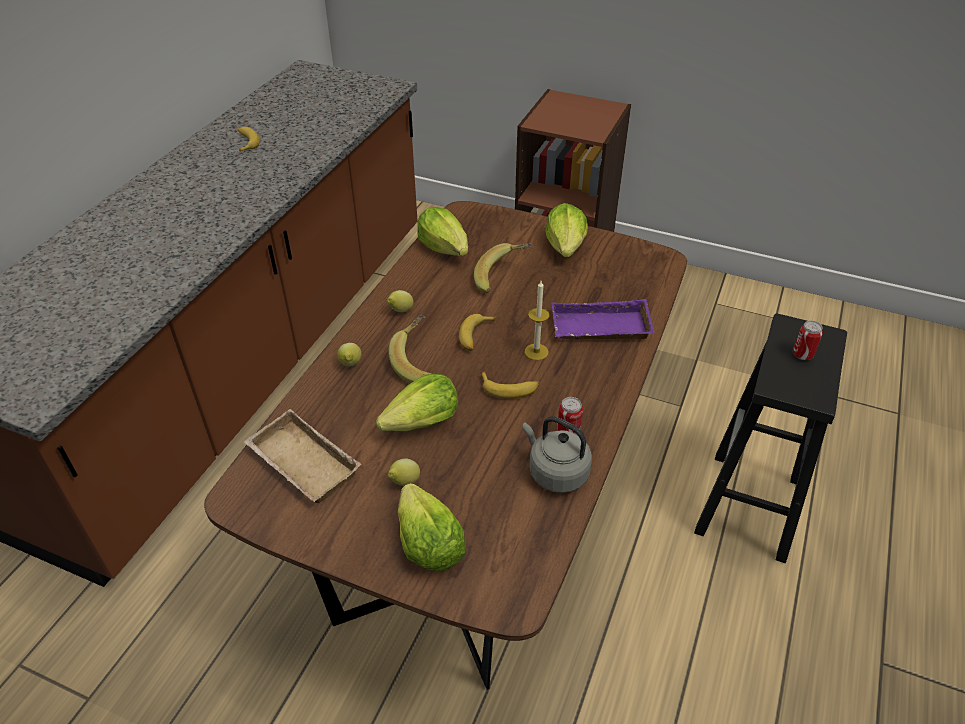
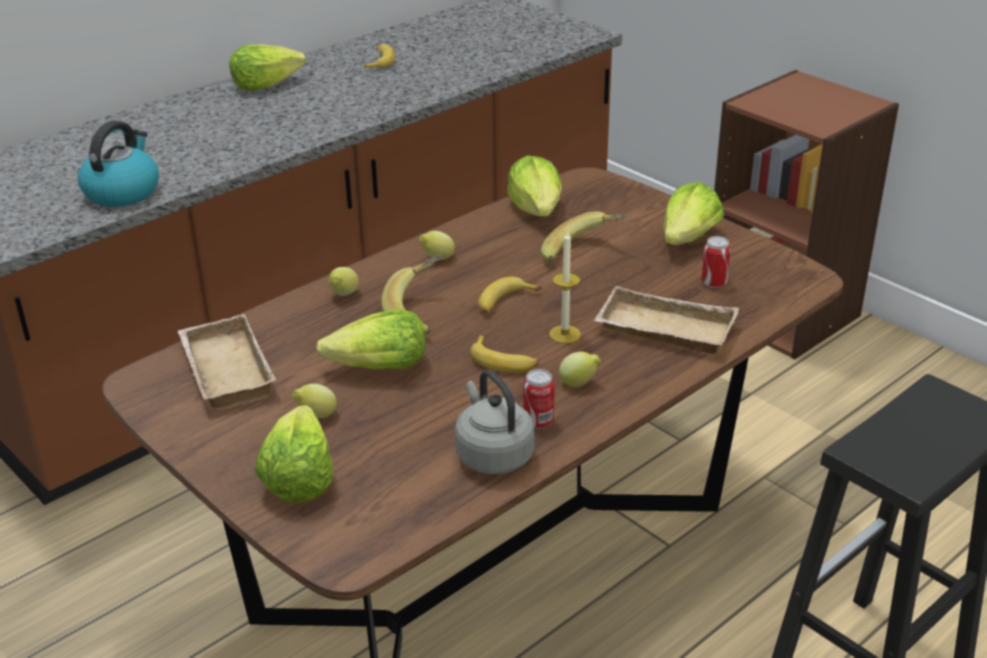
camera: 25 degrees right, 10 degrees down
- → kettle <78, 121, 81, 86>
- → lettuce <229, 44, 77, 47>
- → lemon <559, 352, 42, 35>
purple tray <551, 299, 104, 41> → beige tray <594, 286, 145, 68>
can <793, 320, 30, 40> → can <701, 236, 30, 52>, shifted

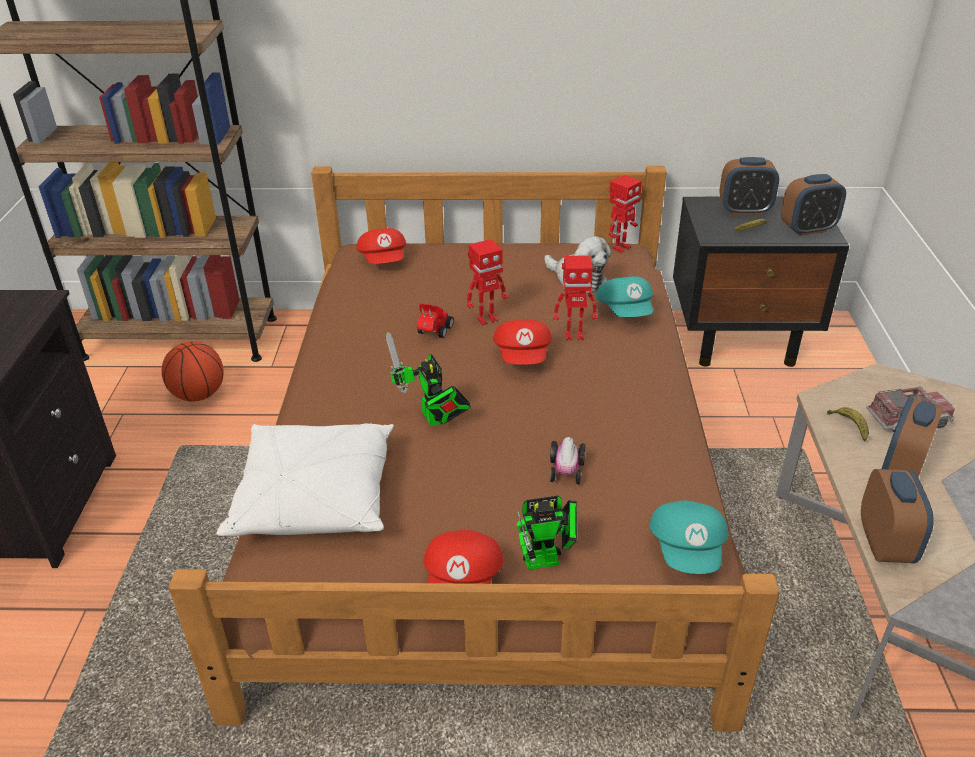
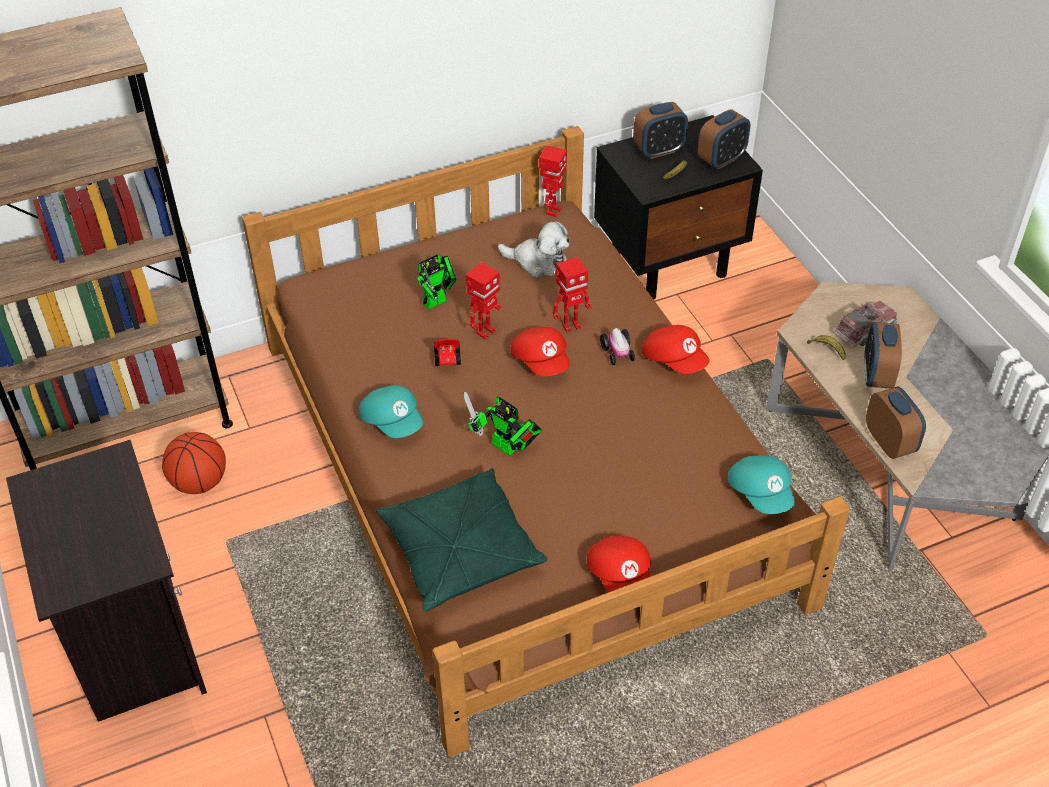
camera: 25 degrees left, 10 degrees up
turquoise cap <596, 276, 57, 41> → turquoise cap <359, 385, 64, 53>, shifted
white pillow <217, 423, 177, 113> → green pillow <376, 468, 172, 143>
toy robot <517, 496, 60, 74> → toy robot <417, 254, 39, 55>, shifted
toy car <550, 437, 36, 48> → toy car <600, 328, 35, 37>, shifted
red cap <356, 228, 50, 36> → red cap <642, 325, 67, 49>, shifted

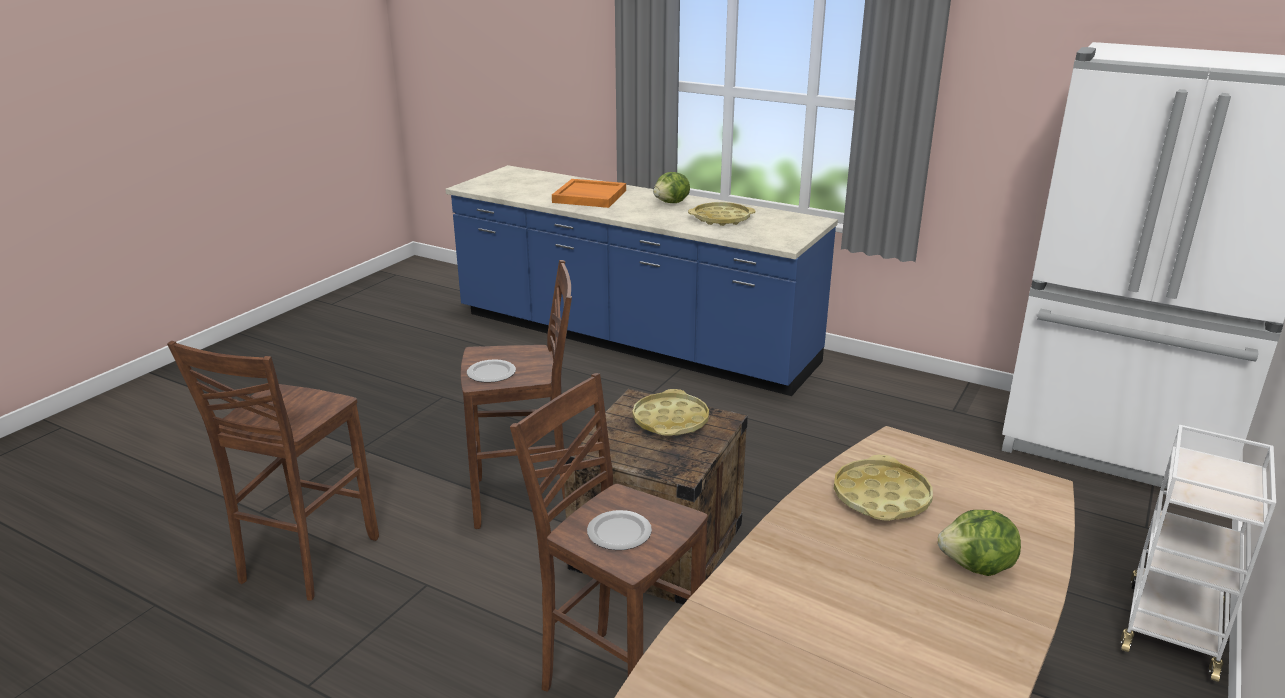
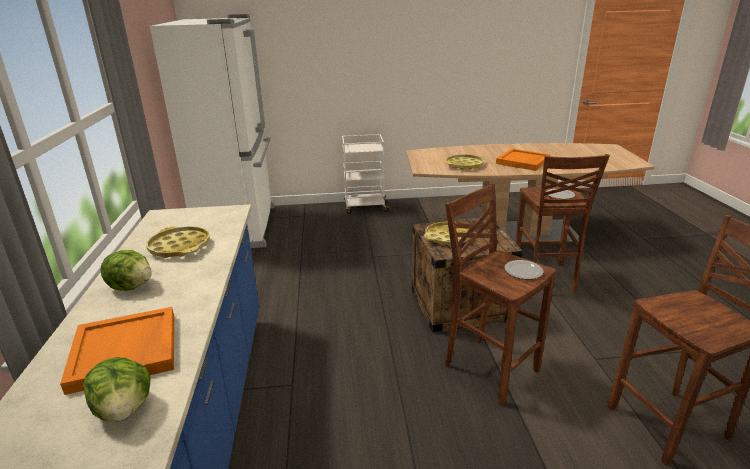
camera: 125 degrees left, 0 degrees up
lettuce <938, 510, 83, 66> → lettuce <83, 357, 68, 65>, shifted
- → orange tray <496, 149, 54, 22>

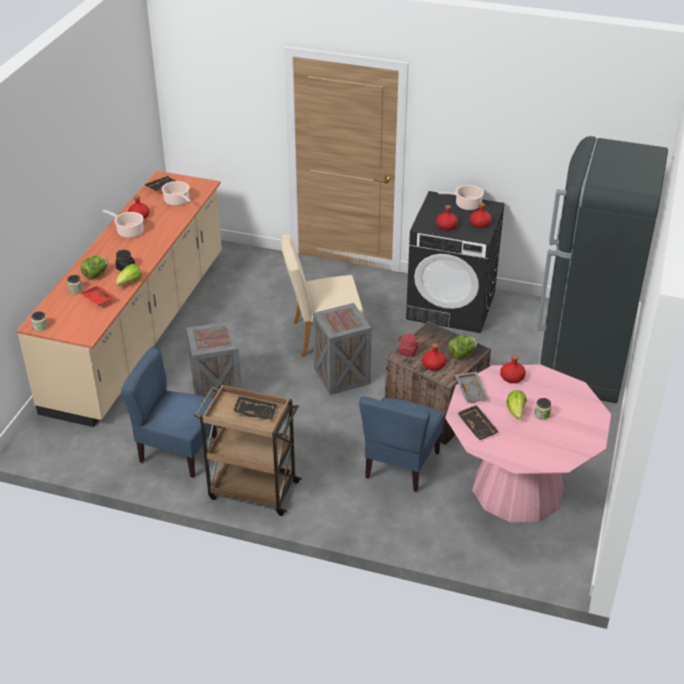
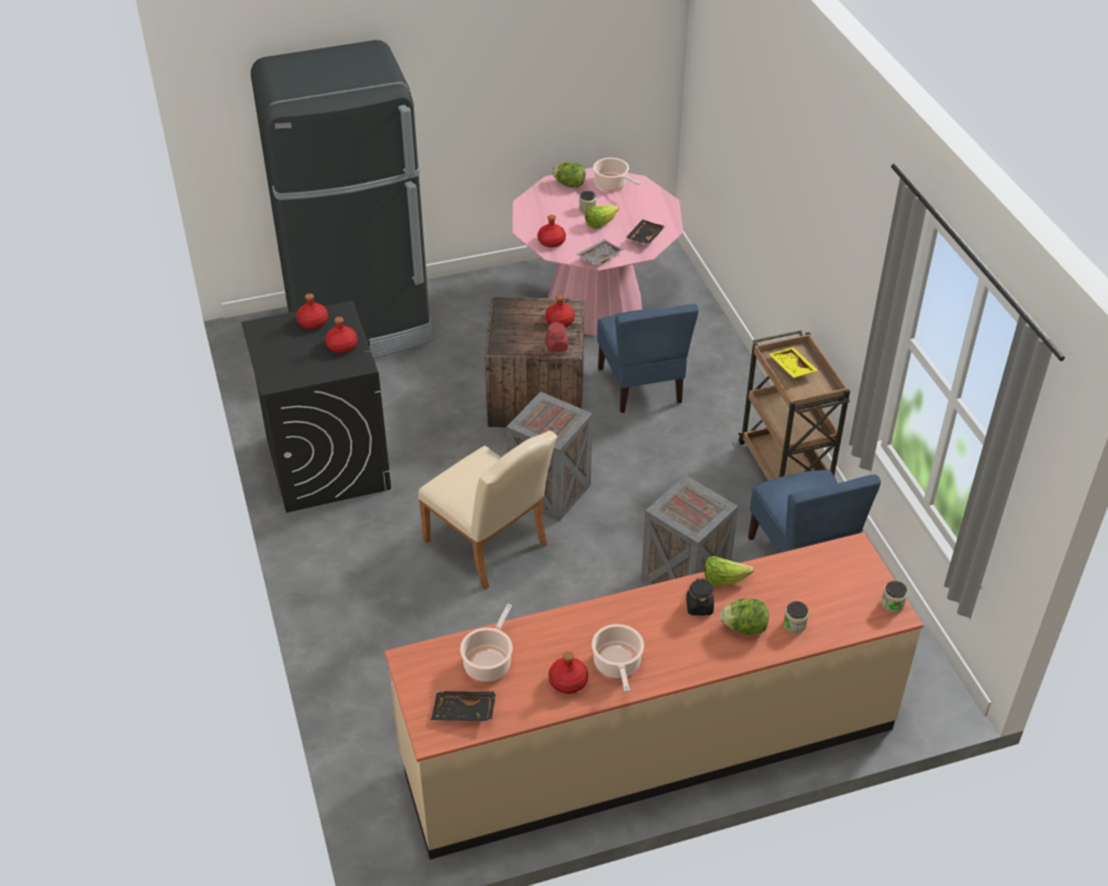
camera: 125 degrees left, 5 degrees up
lettuce <448, 335, 29, 23> → lettuce <552, 162, 34, 26>, shifted
cooking pot <438, 185, 46, 25> → cooking pot <593, 158, 47, 33>, shifted
blue chair <359, 396, 85, 96> → blue chair <597, 304, 102, 109>, 90 degrees clockwise
black tray <233, 396, 44, 24> → yellow tray <770, 347, 48, 31>
red tray <80, 285, 35, 20> → -

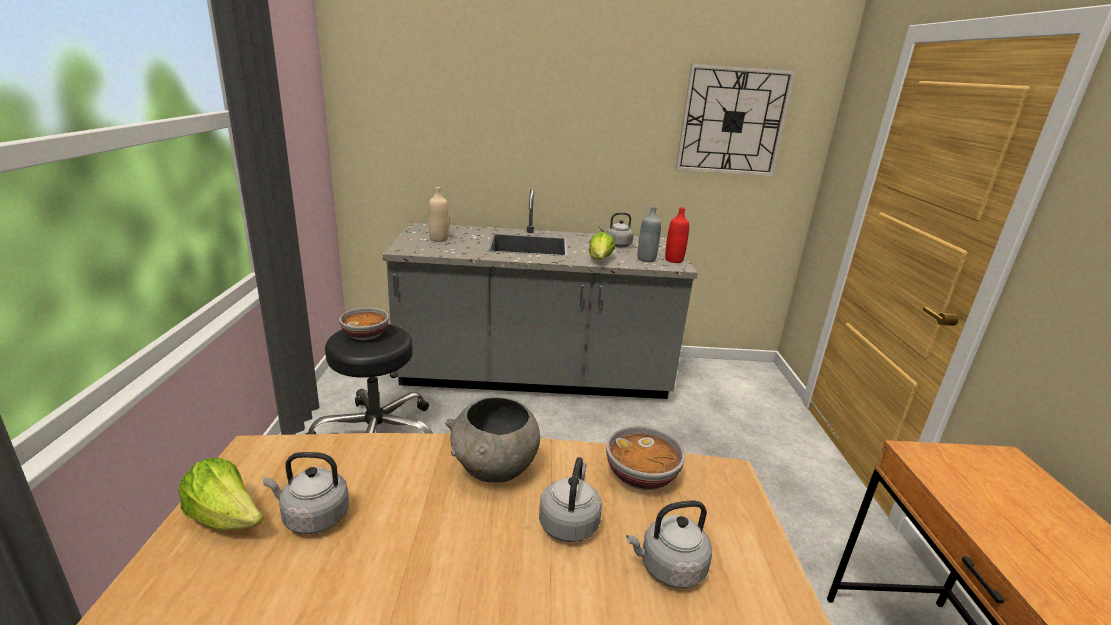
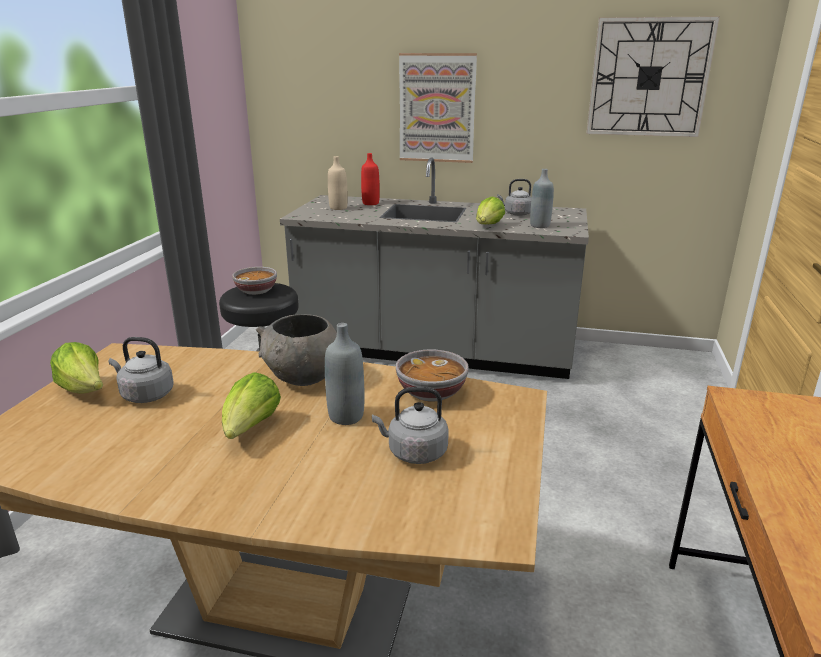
camera: 15 degrees right, 0 degrees up
- → lettuce <222, 372, 59, 67>
grey kettle <539, 457, 63, 85> → grey bottle <325, 323, 39, 102>
red bottle <665, 207, 24, 56> → red bottle <361, 153, 19, 52>, shifted
- → picture <399, 53, 78, 110>

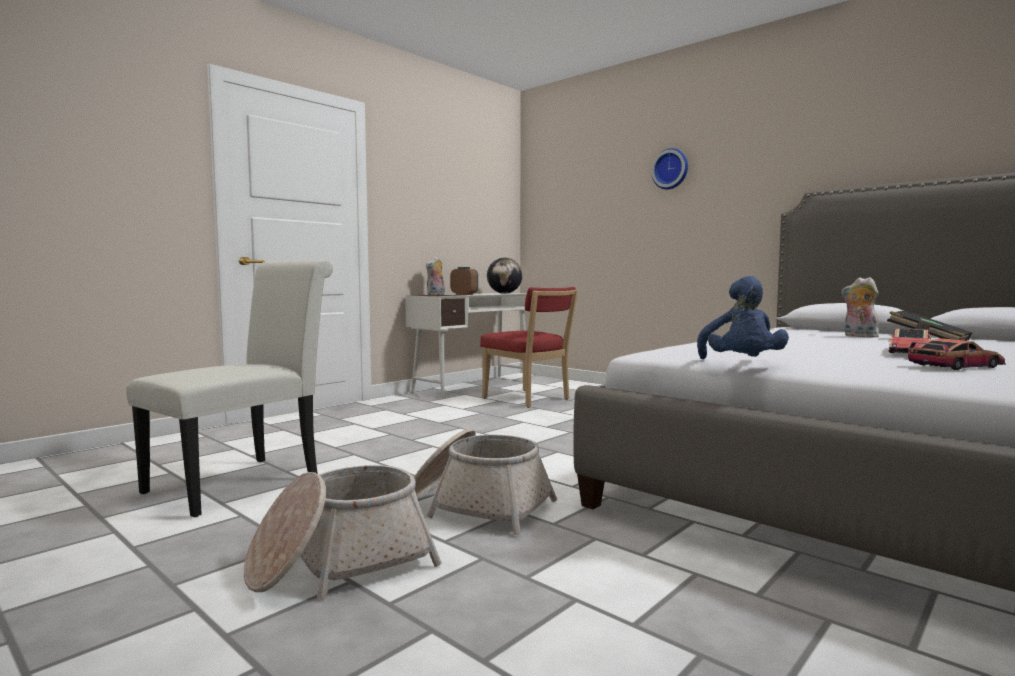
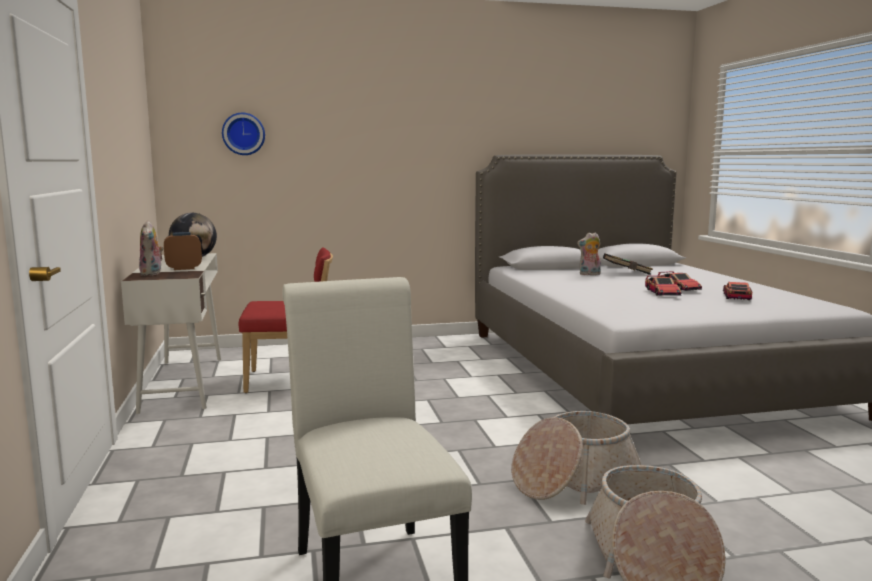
camera: 55 degrees left, 5 degrees up
wall clock <651, 148, 37, 42> → wall clock <222, 113, 43, 42>, shifted
- → toy car <645, 275, 36, 21>
blue plush toy <697, 276, 92, 83> → -

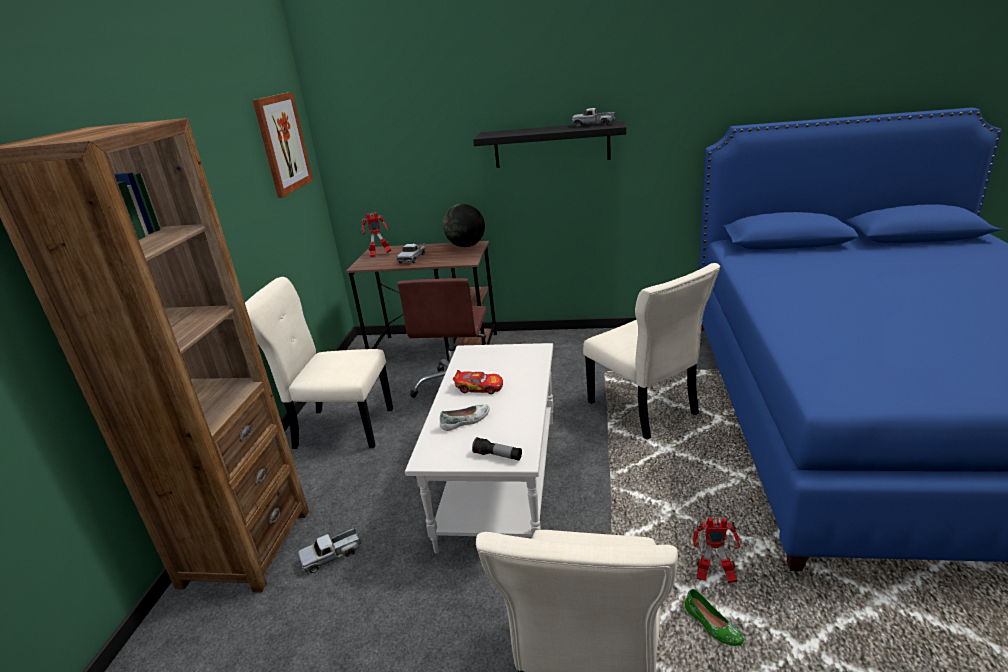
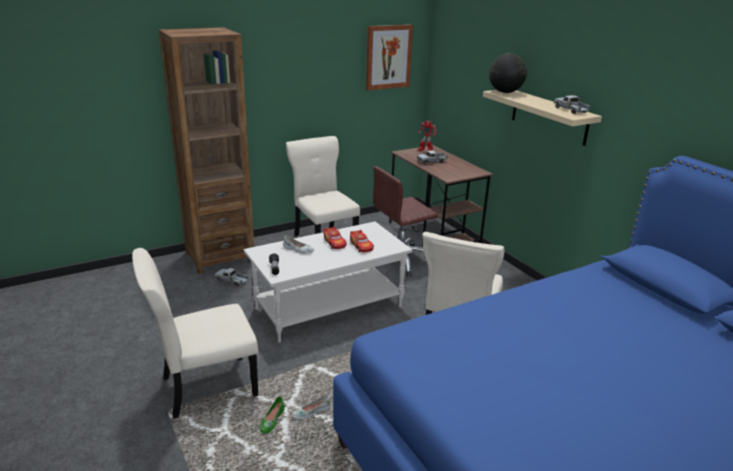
camera: 50 degrees right, 0 degrees up
toy robot <693, 517, 47, 66> → white shoe <292, 395, 39, 25>
- → toy car <350, 230, 24, 22>
black shelf <473, 121, 153, 47> → beige shelf <483, 90, 119, 56>
globe <443, 204, 42, 43> → globe <489, 53, 38, 40>, shifted

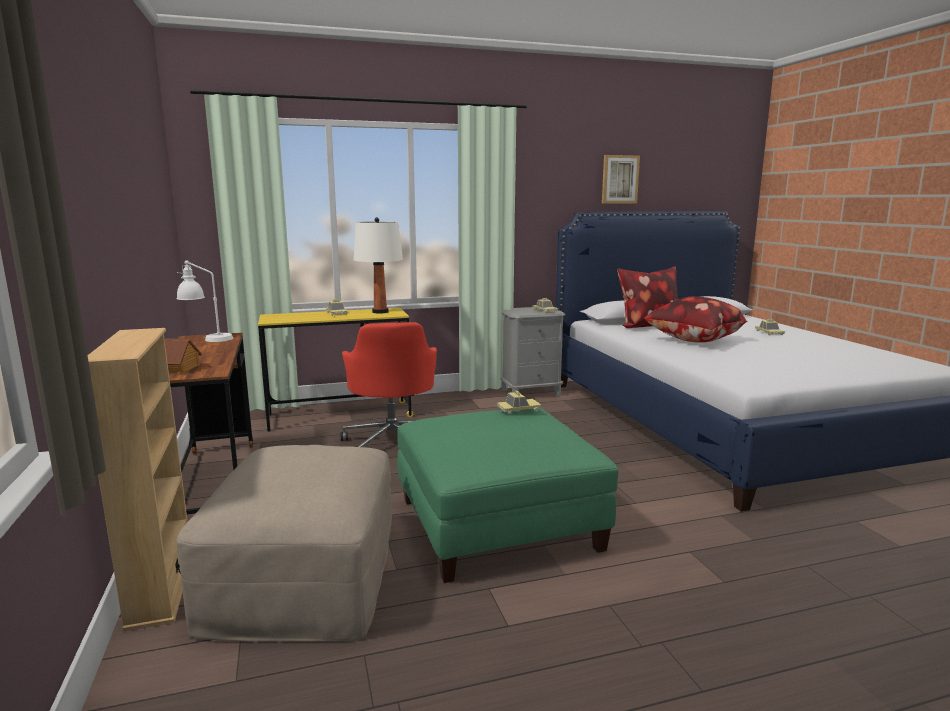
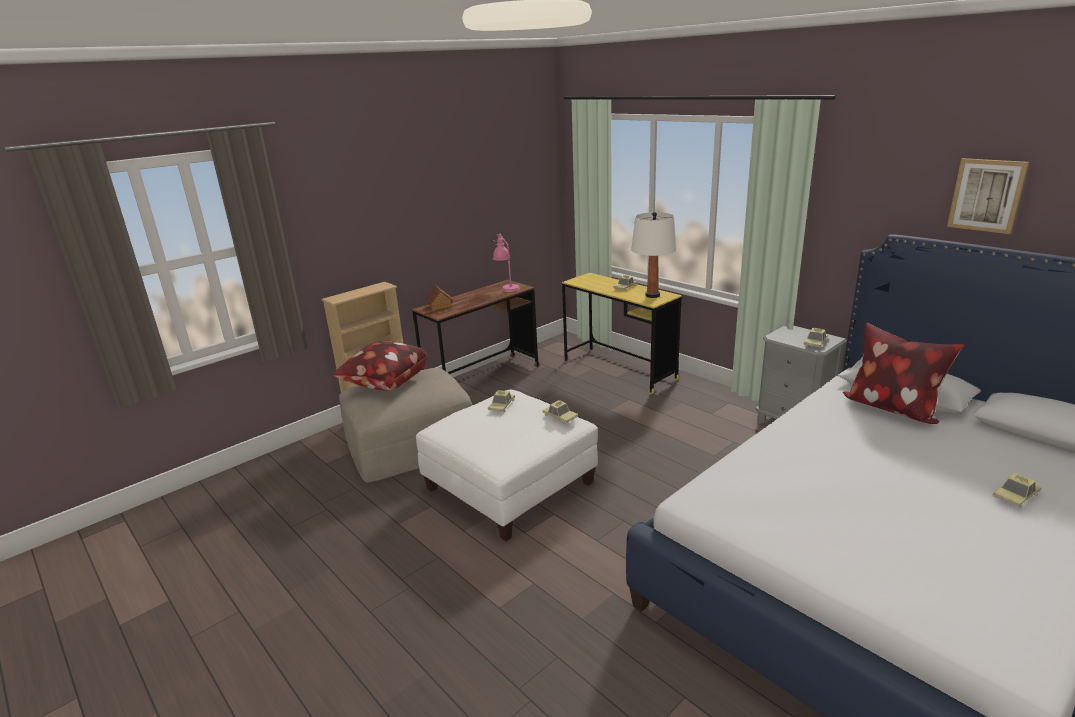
camera: 65 degrees right, 10 degrees up
pillow <644, 296, 103, 47> → pillow <333, 341, 94, 50>, shifted
green ottoman <397, 407, 222, 176> → white ottoman <416, 389, 182, 152>
- → toy car <488, 390, 27, 22>
white table lamp <176, 260, 57, 82> → pink table lamp <493, 233, 27, 59>
red office chair <341, 322, 96, 125> → -

